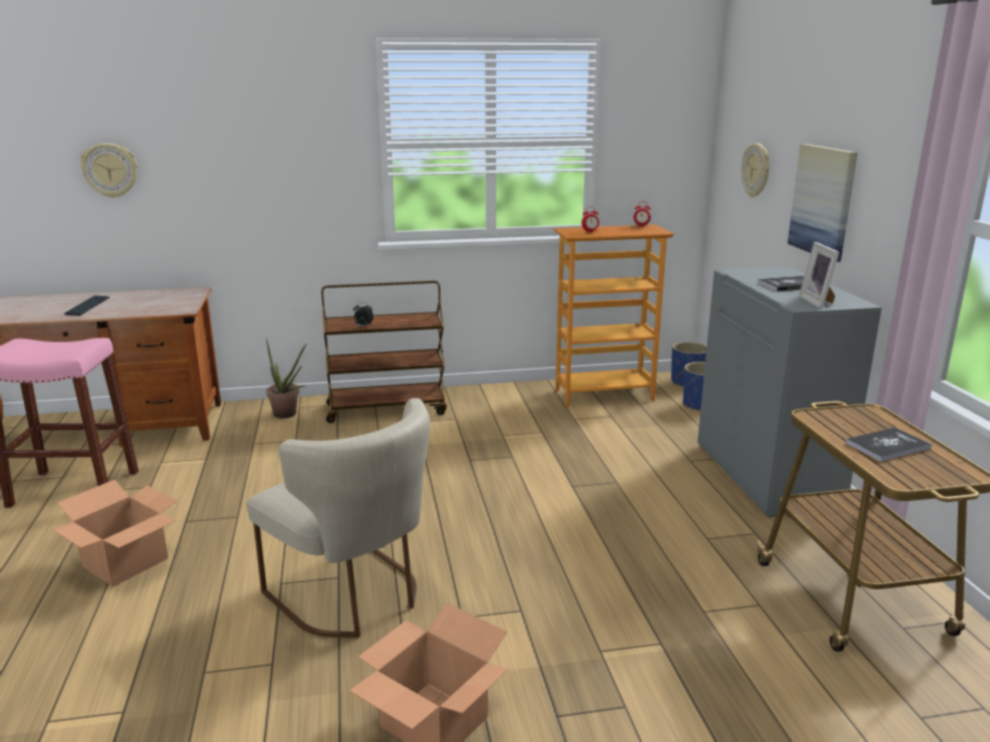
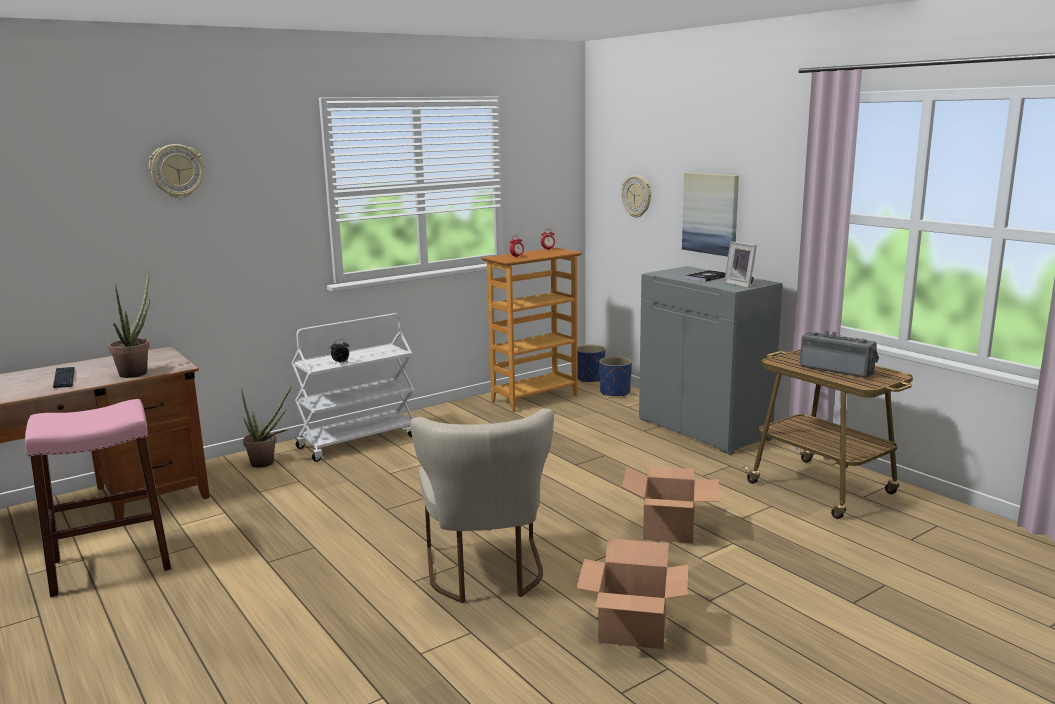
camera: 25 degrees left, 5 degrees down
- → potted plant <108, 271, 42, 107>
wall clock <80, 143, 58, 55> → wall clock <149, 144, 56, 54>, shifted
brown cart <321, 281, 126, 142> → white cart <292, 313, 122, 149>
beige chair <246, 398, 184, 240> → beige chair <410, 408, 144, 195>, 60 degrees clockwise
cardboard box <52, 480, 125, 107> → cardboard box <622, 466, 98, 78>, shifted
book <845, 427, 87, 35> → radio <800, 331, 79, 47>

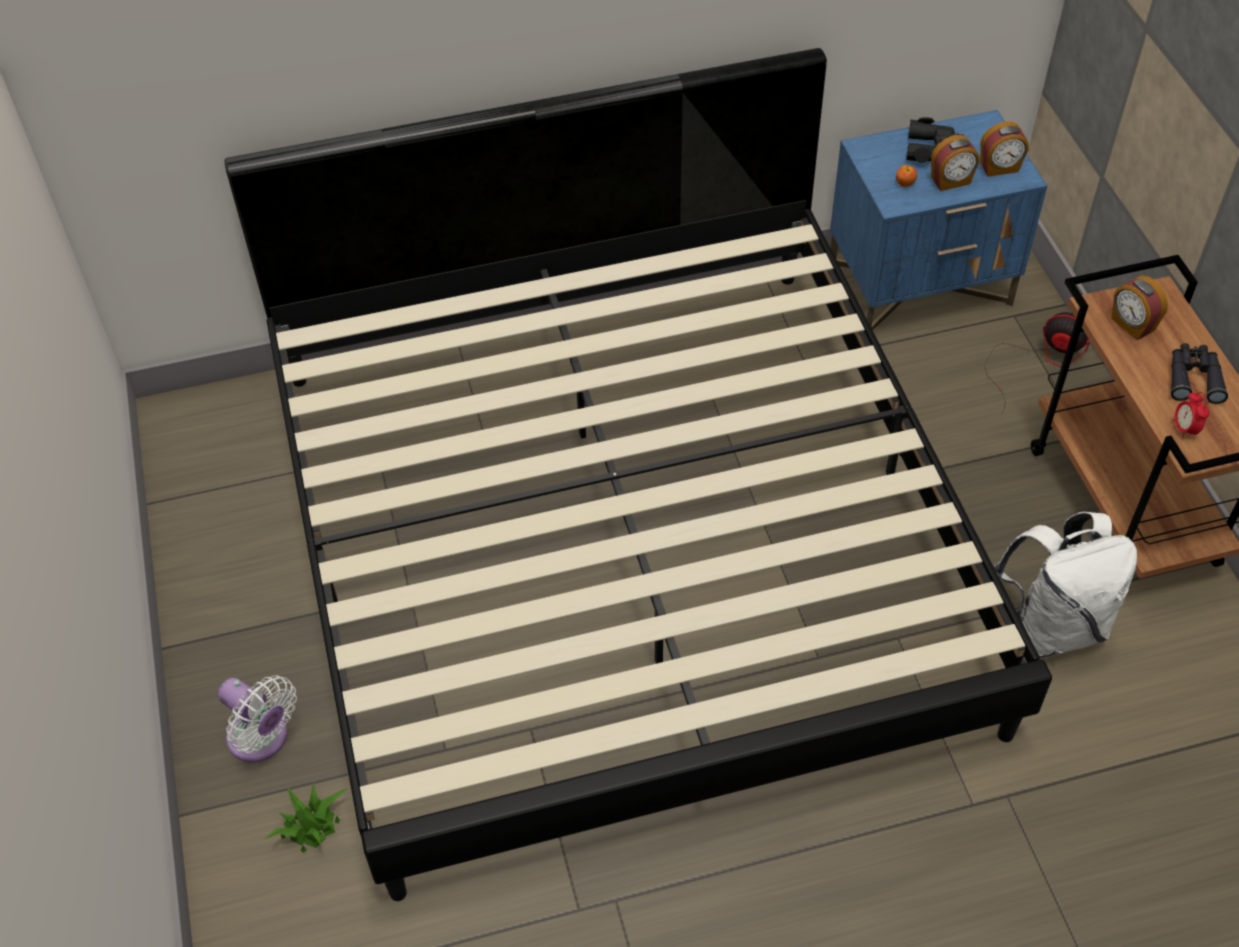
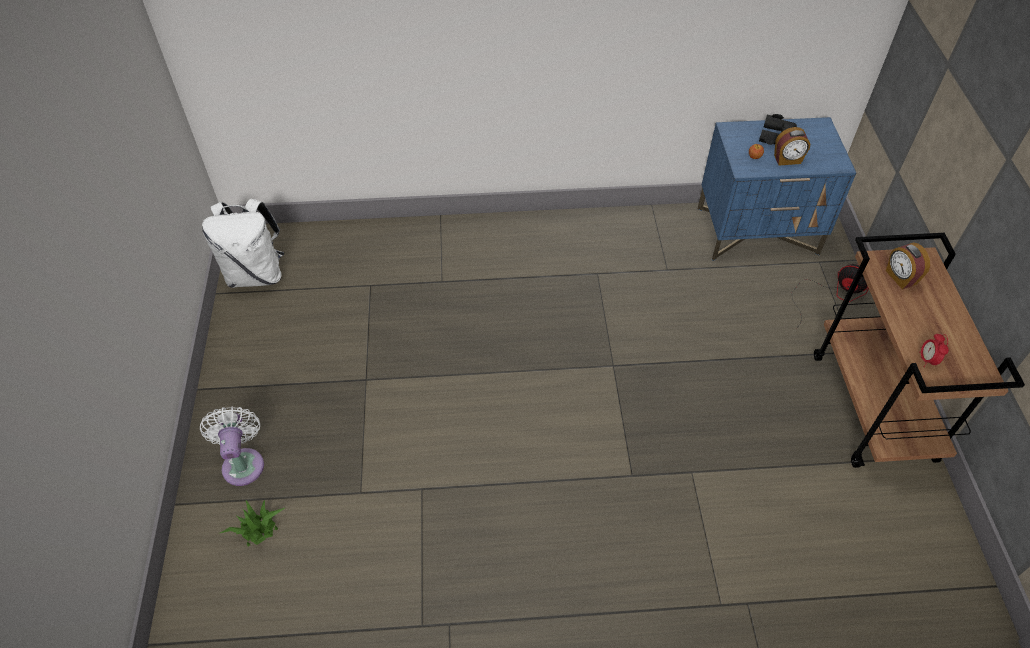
camera: 10 degrees right, 0 degrees up
white fan <218, 676, 79, 86> → white fan <200, 406, 64, 80>, 150 degrees counterclockwise
white backpack <994, 512, 143, 146> → white backpack <202, 199, 82, 89>, shifted
bed <224, 48, 828, 853> → -
alarm clock <980, 122, 49, 55> → -
black binoculars <1170, 343, 58, 61> → -

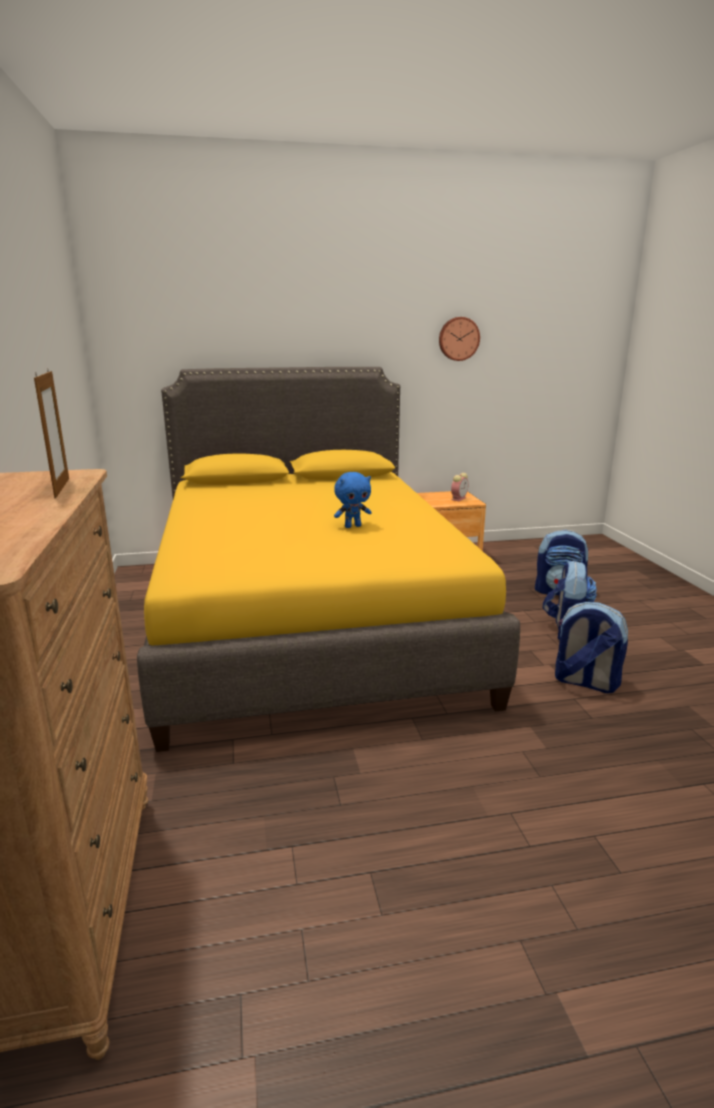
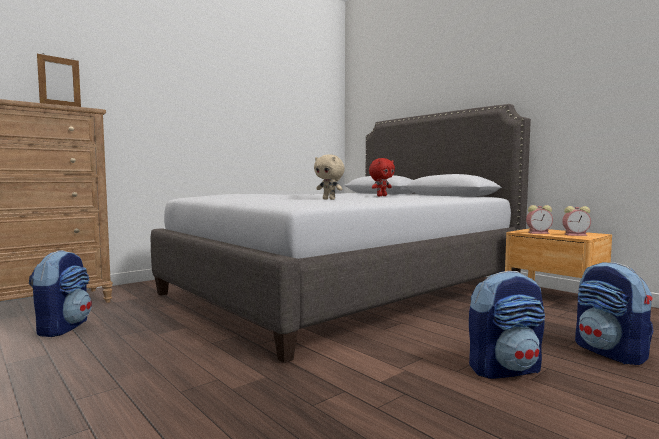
camera: 60 degrees right, 15 degrees down
backpack <555, 602, 73, 91> → backpack <29, 250, 63, 87>, shifted
yellow bed <137, 367, 383, 385> → grey bed <151, 104, 380, 259>
blue plush toy <334, 472, 37, 56> → beige plush toy <314, 154, 31, 46>
- → red plush toy <369, 158, 26, 38>
- → alarm clock <526, 205, 27, 29>
wall clock <439, 317, 41, 44> → -

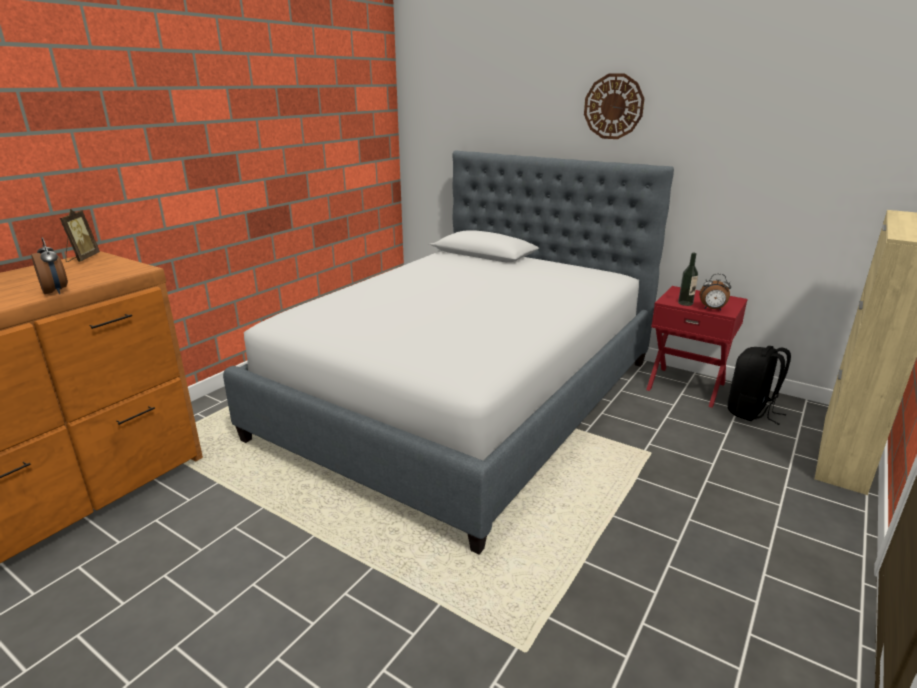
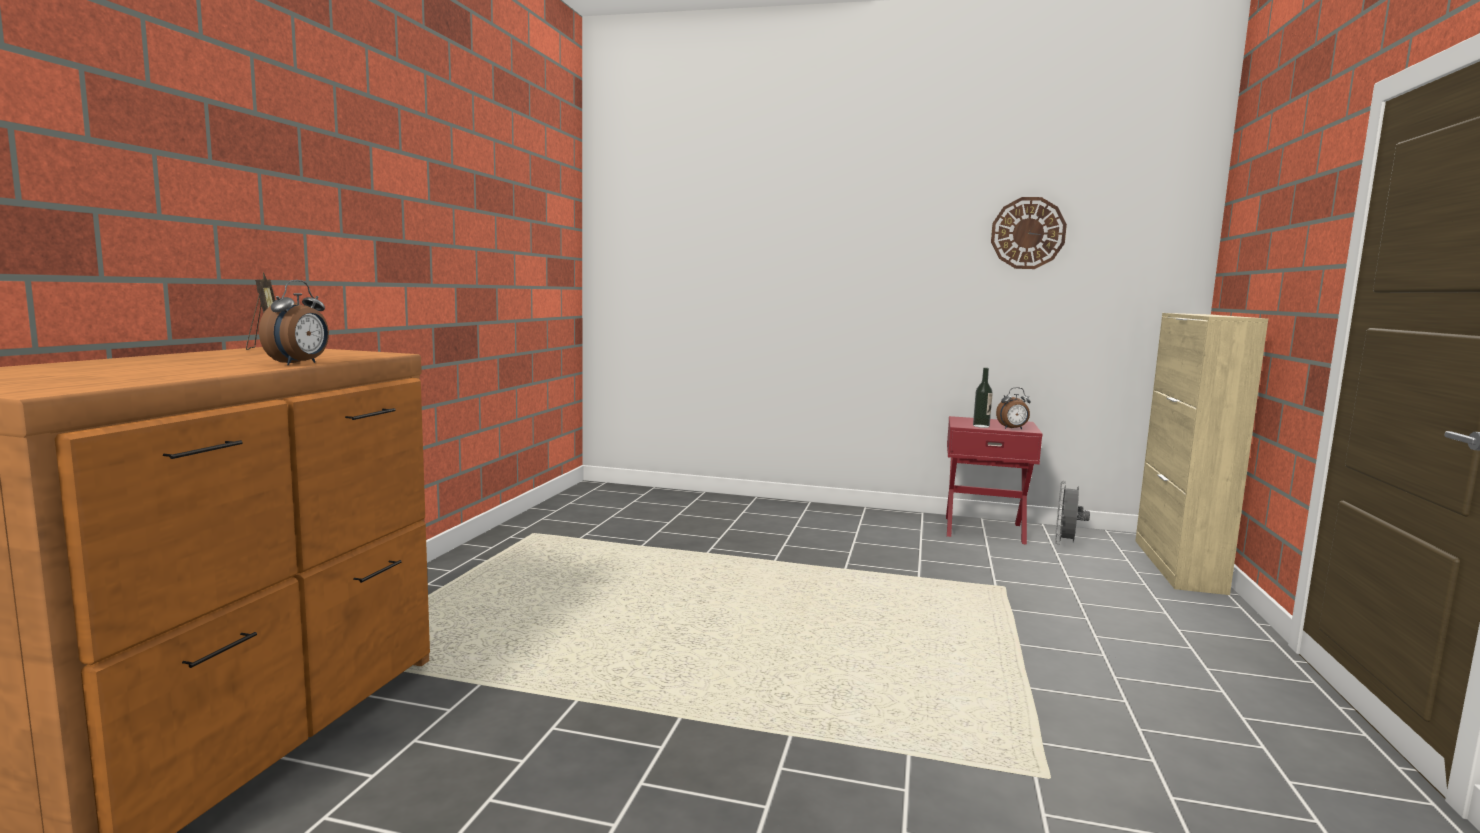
camera: 20 degrees left, 15 degrees down
alarm clock <31, 238, 37, 56> → alarm clock <259, 280, 70, 85>, 75 degrees clockwise
wall clock <584, 74, 60, 65> → wall clock <991, 197, 76, 72>, shifted
black backpack <727, 346, 64, 79> → grey fan <1055, 481, 35, 64>
bed <223, 151, 451, 404> → -

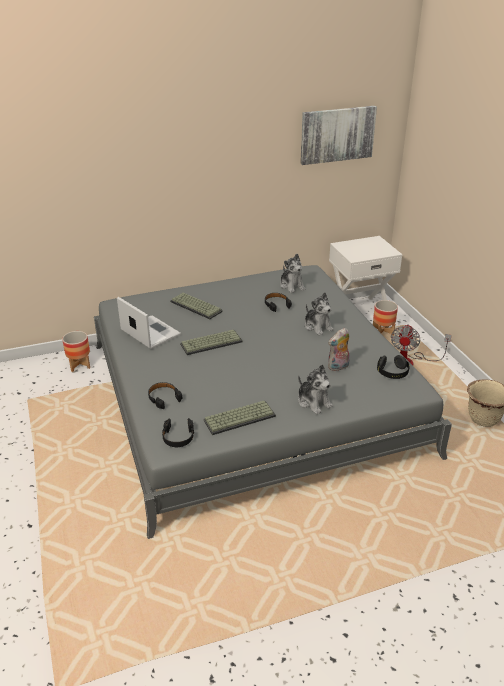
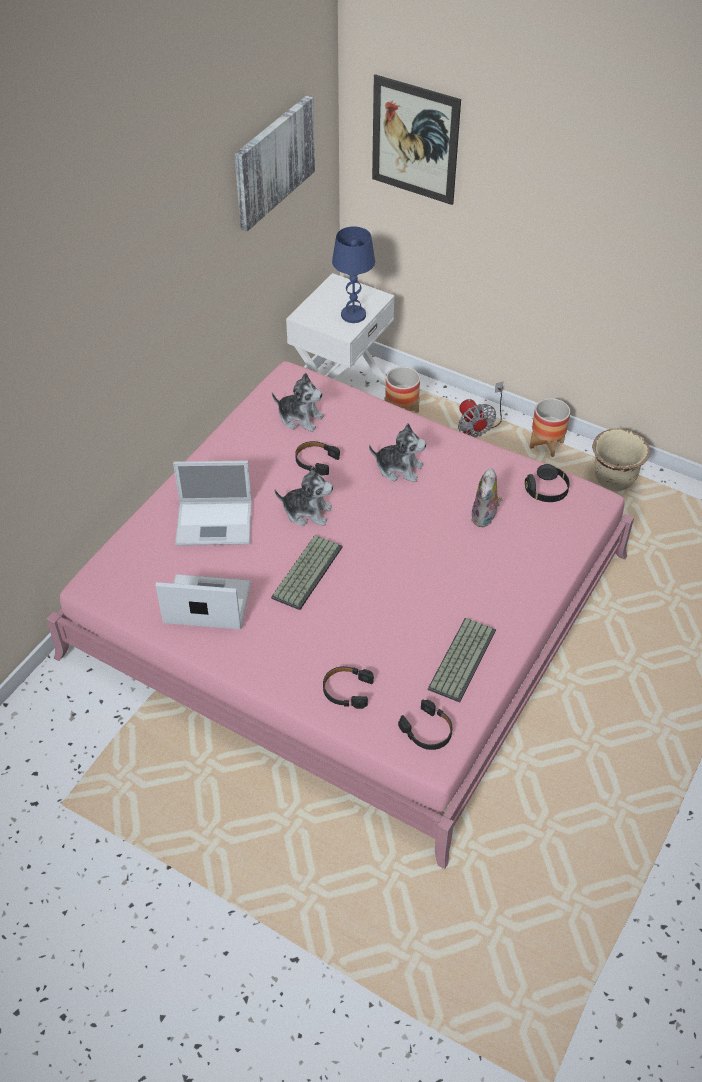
camera: 40 degrees left, 15 degrees up
grey bed <94, 265, 358, 274> → pink bed <46, 361, 588, 508>
keyboard <170, 293, 53, 26> → laptop <173, 460, 79, 86>
plush toy <298, 365, 35, 50> → plush toy <275, 466, 58, 60>, shifted
- → blue table lamp <332, 227, 43, 96>
- → picture <372, 74, 89, 131>
planter <62, 331, 28, 41> → planter <530, 398, 40, 59>, shifted

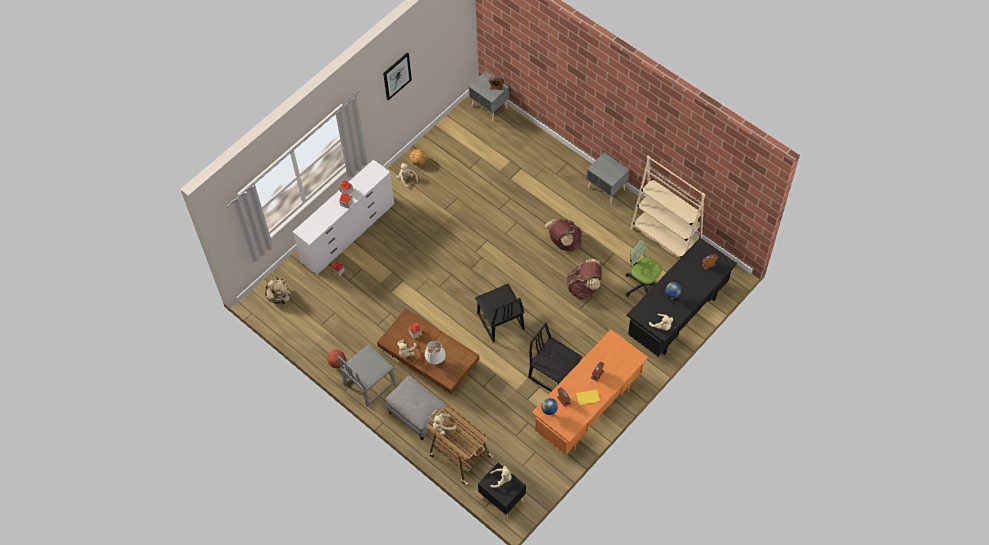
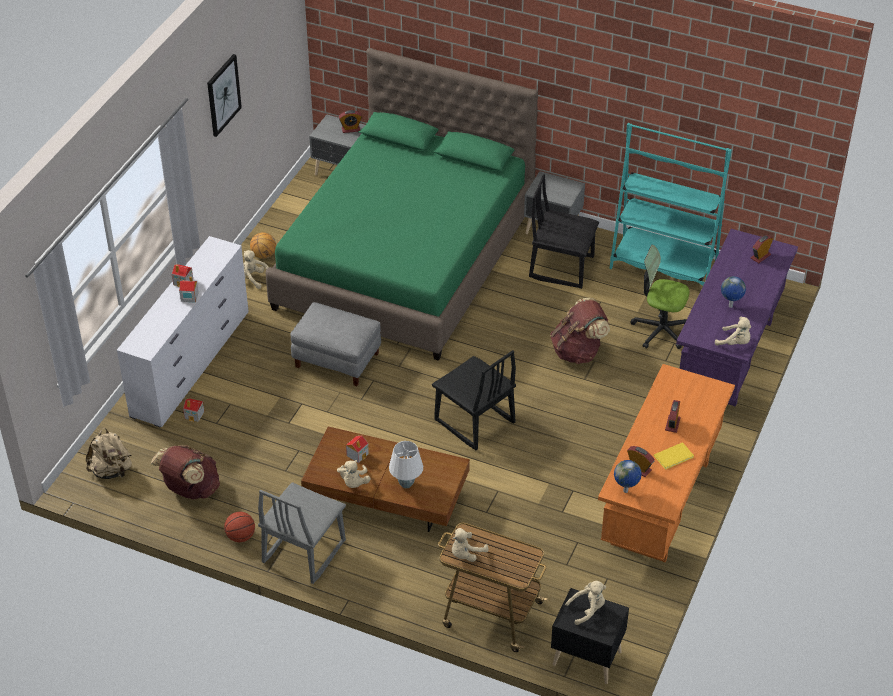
camera: 20 degrees left, 15 degrees down
brown backpack <544, 219, 38, 33> → brown backpack <151, 445, 69, 54>, shifted
- → green bed <266, 48, 272, 313>
grey ottoman <385, 375, 61, 65> → grey ottoman <290, 302, 91, 84>, shifted
black chair <528, 323, 54, 69> → black chair <529, 174, 70, 115>, shifted
beige bookcase <630, 155, 75, 104> → turquoise bookcase <610, 123, 122, 163>
black desk <627, 238, 110, 119> → purple desk <676, 229, 122, 178>

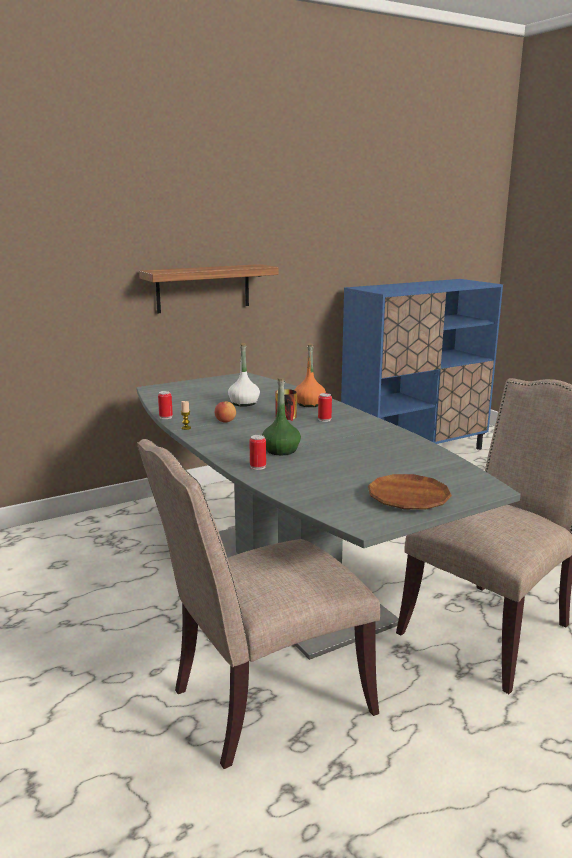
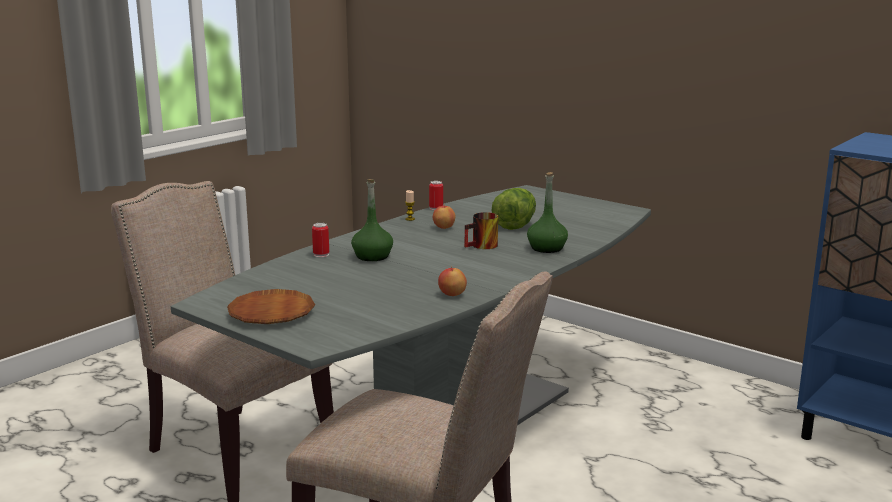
camera: 70 degrees right, 0 degrees up
- → apple <438, 266, 29, 30>
white bottle <228, 343, 32, 64> → lettuce <492, 188, 44, 42>
orange bottle <295, 343, 31, 64> → green bottle <527, 172, 41, 81>
shelf <139, 264, 140, 49> → -
can <318, 393, 14, 29> → -

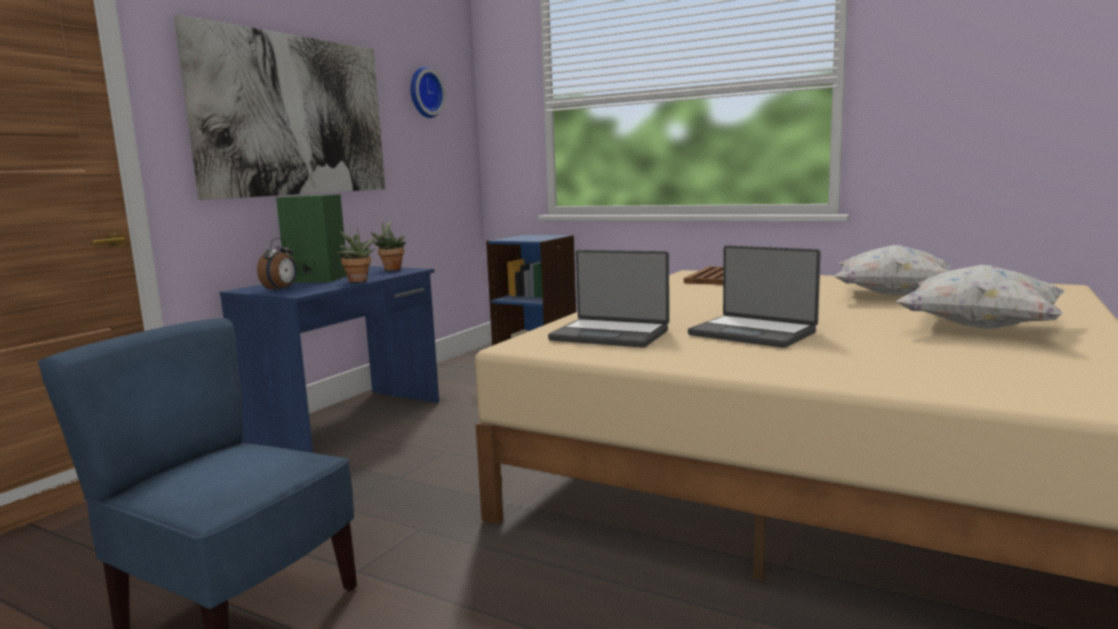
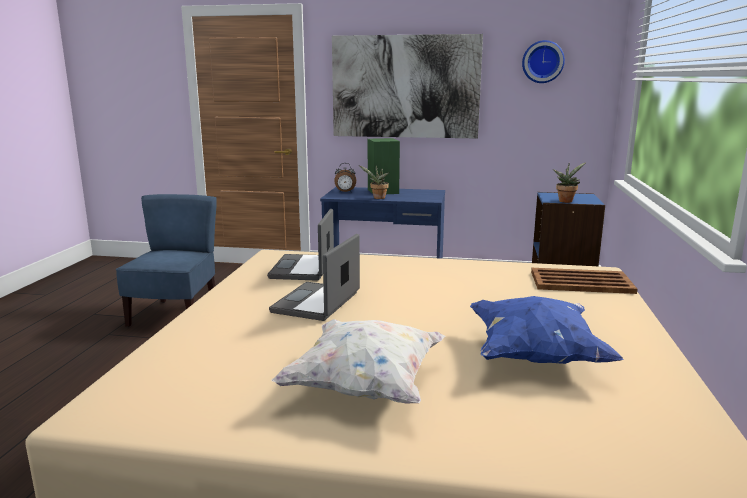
camera: 70 degrees right, 5 degrees up
white pillow <834, 245, 117, 51> → blue pillow <470, 296, 153, 68>
potted plant <370, 220, 36, 51> → potted plant <553, 162, 33, 41>, shifted

